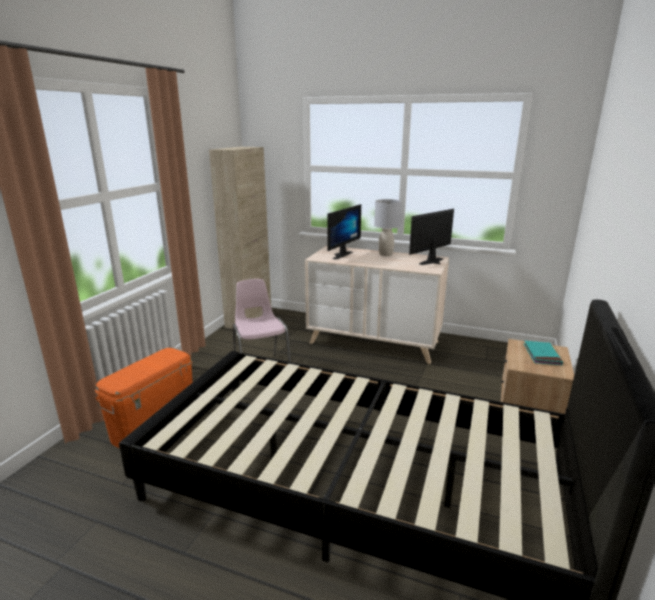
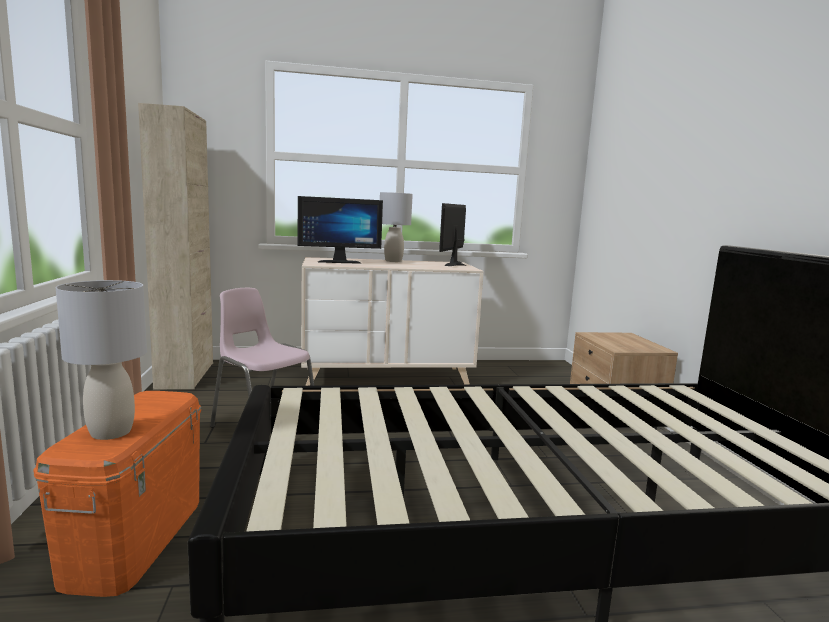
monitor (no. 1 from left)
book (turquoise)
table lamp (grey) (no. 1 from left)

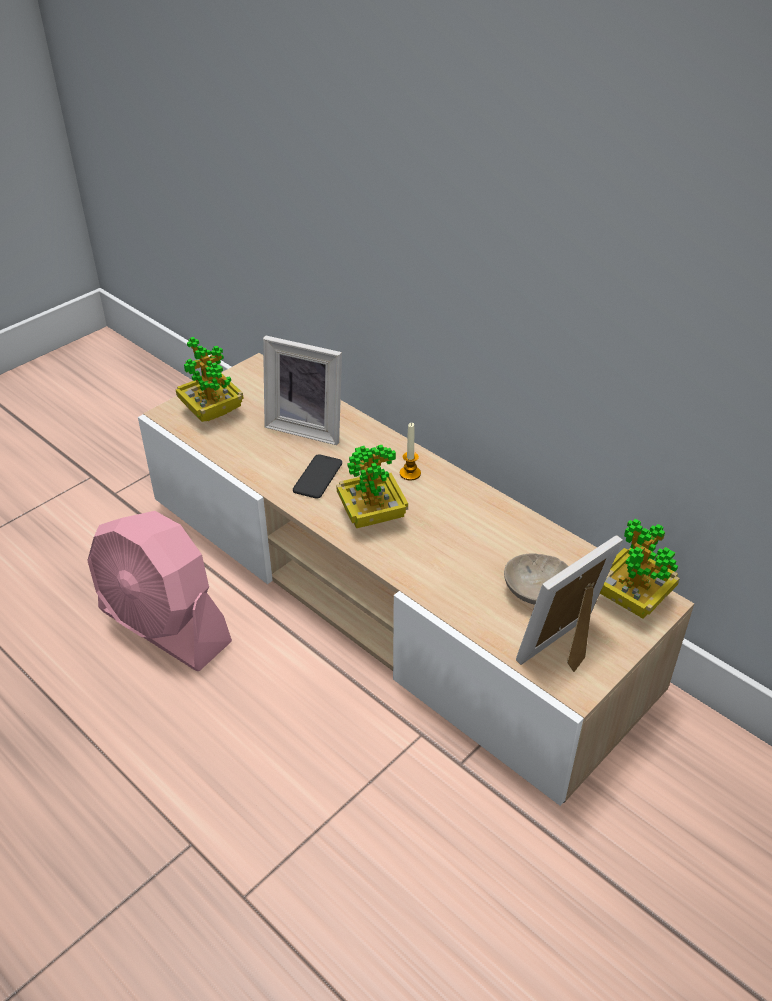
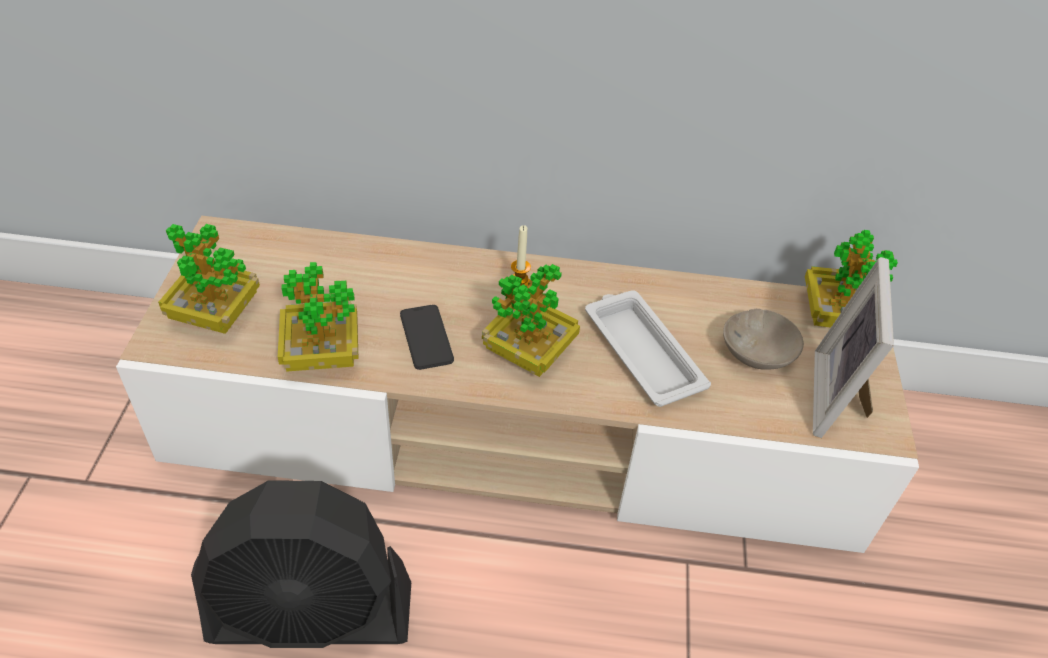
picture frame (no. 1 from left in the first image)
fan (black)
potted plant (no. 2 from left)
tray (white)

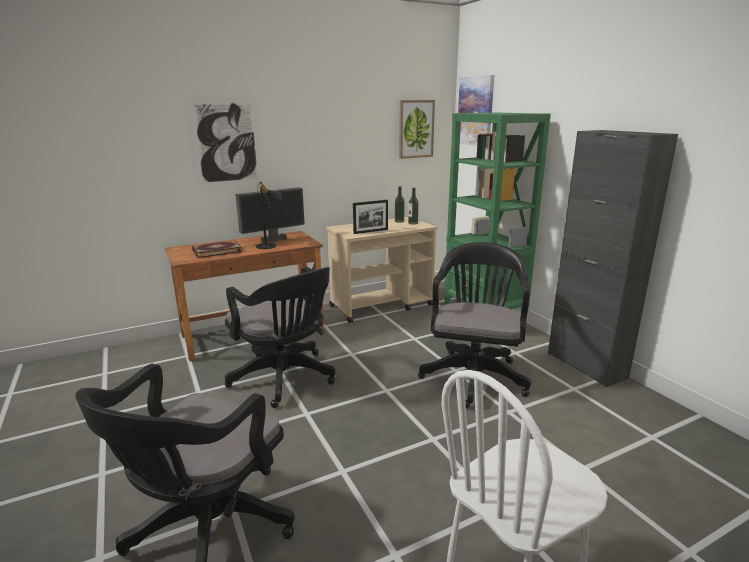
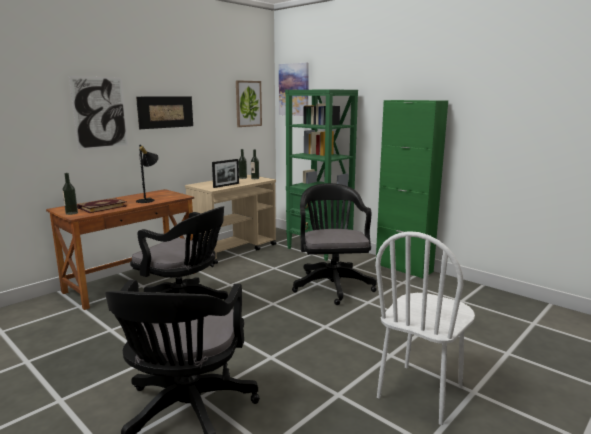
cabinet (green)
monitor
picture (no. 2 from left)
bottle (no. 1 from left)

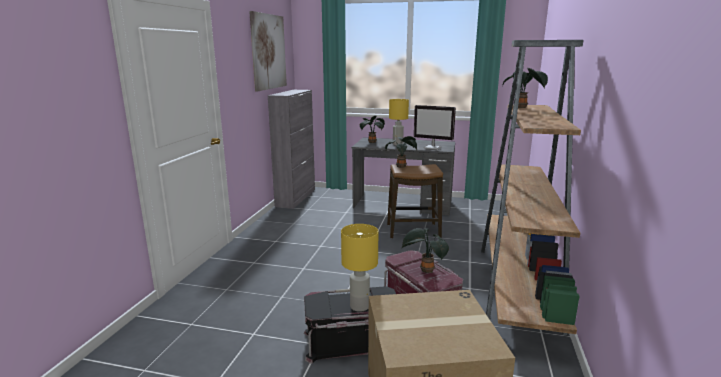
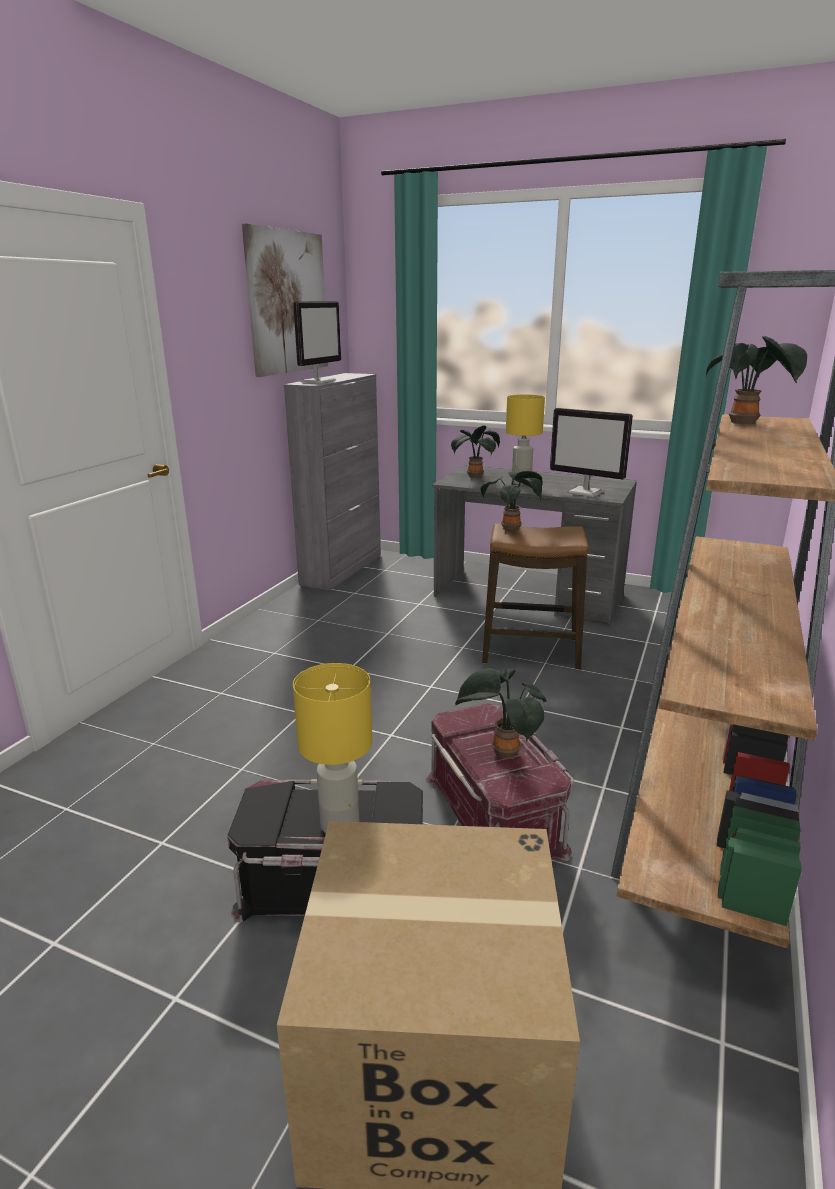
monitor (no. 1 from left)

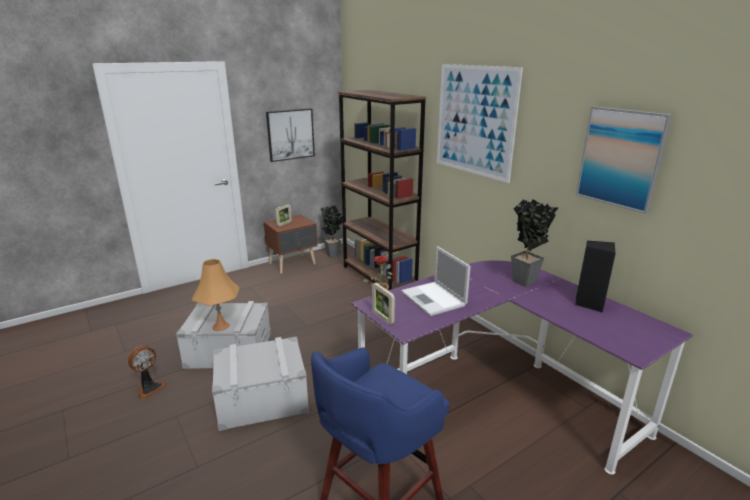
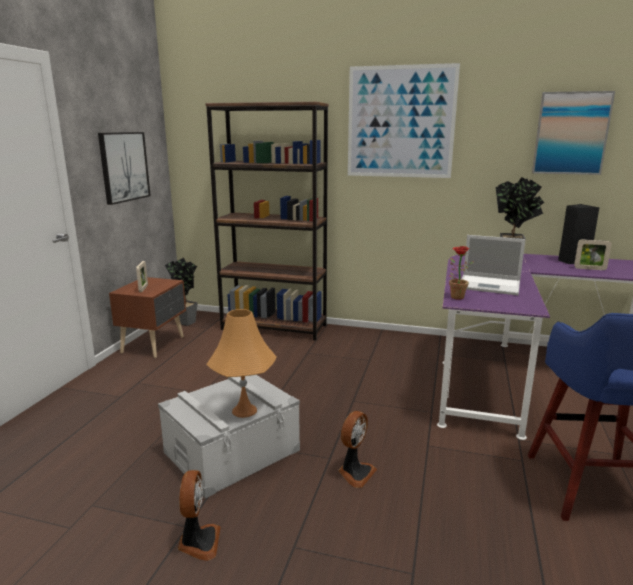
picture frame (no. 2 from left)
fan (no. 2 from left)

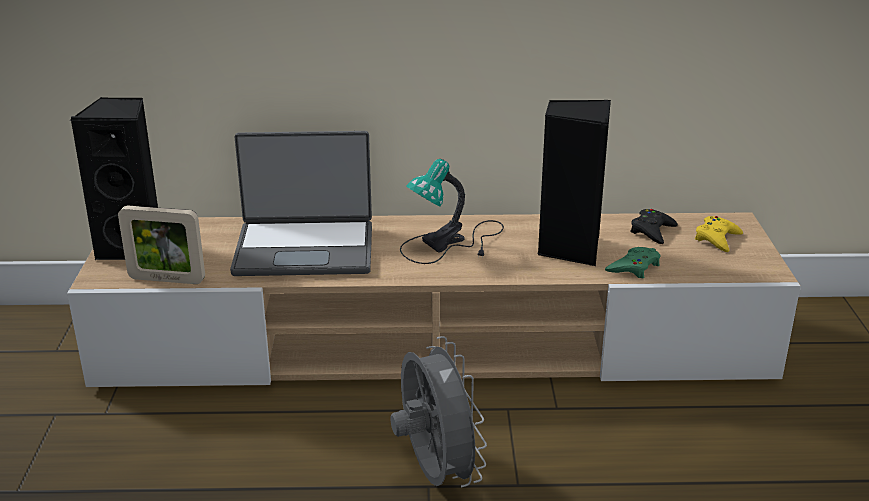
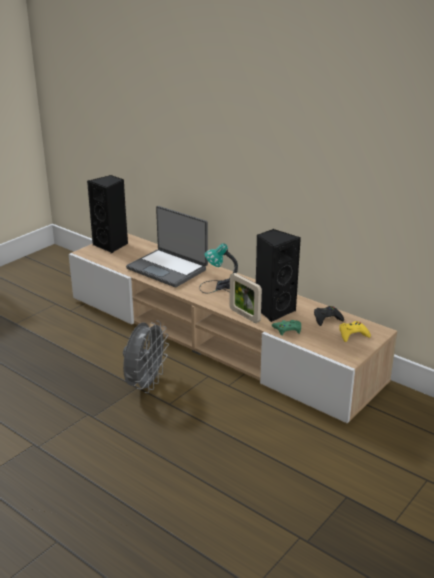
picture frame

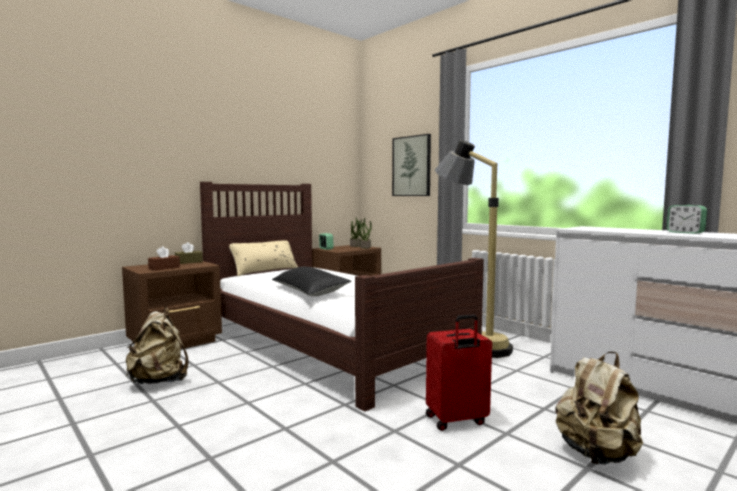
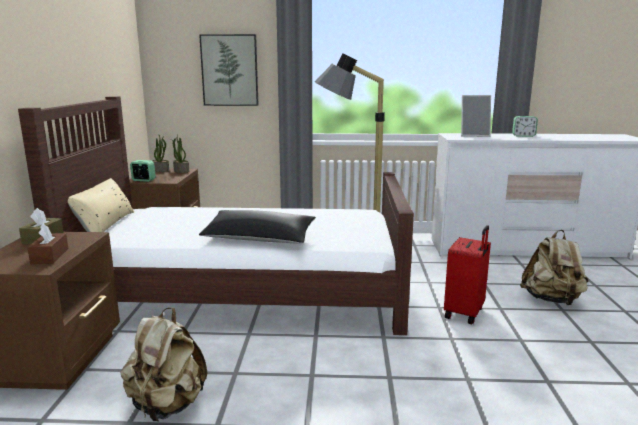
picture frame

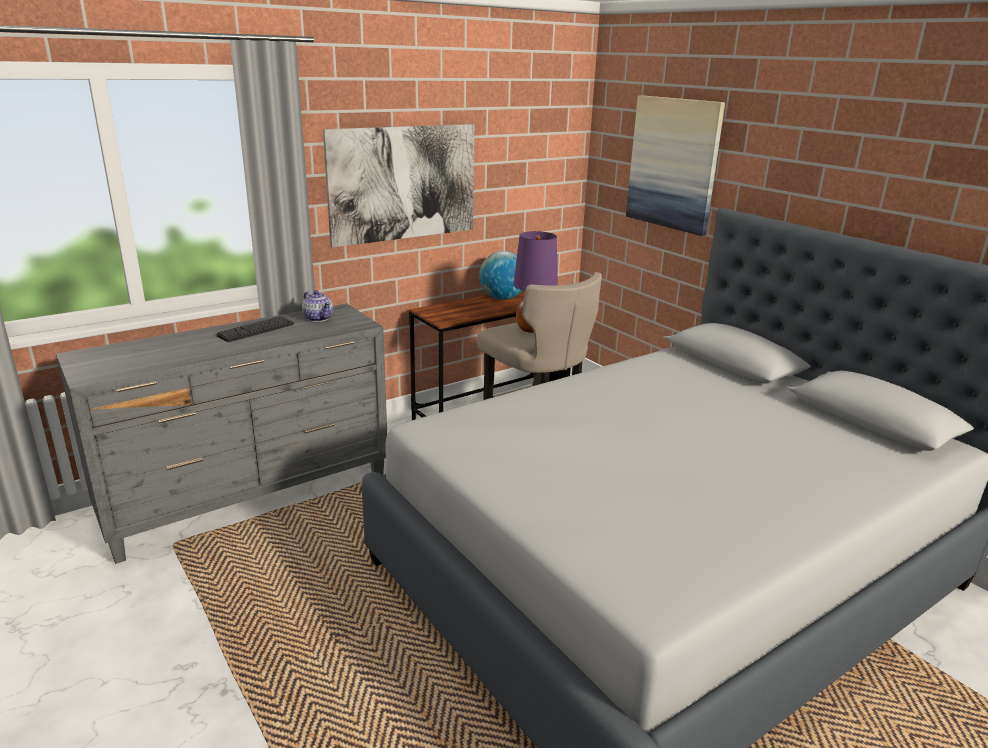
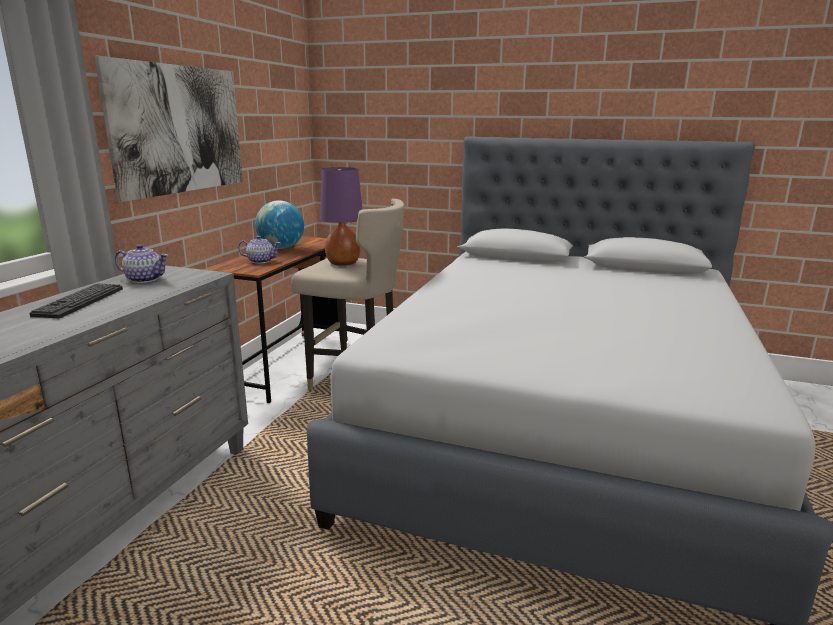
picture (no. 2 from left in the first image)
teapot (no. 2 from left)

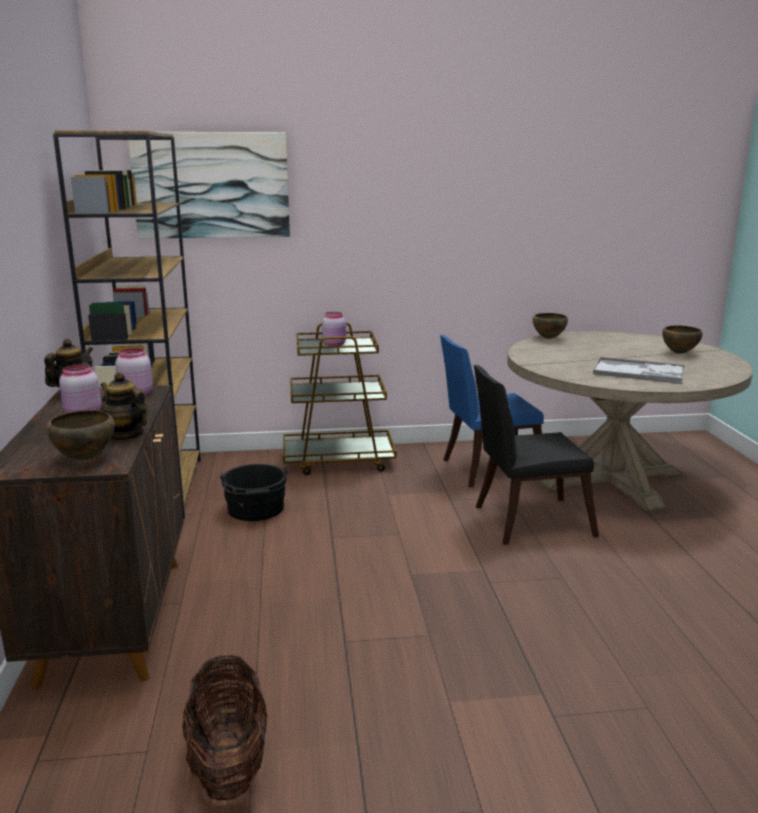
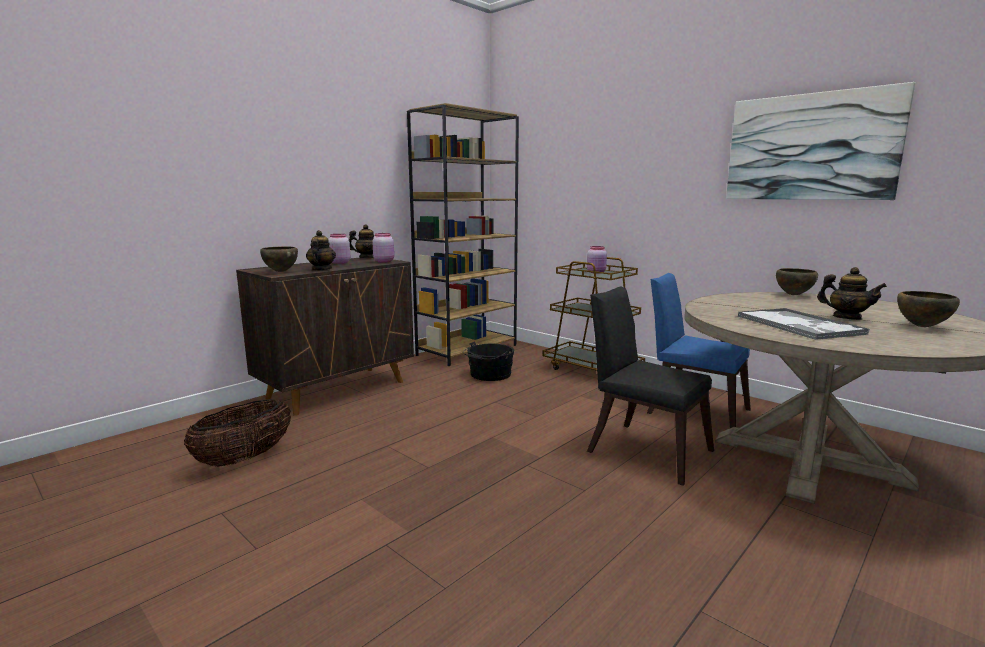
picture
teapot (no. 3 from left)

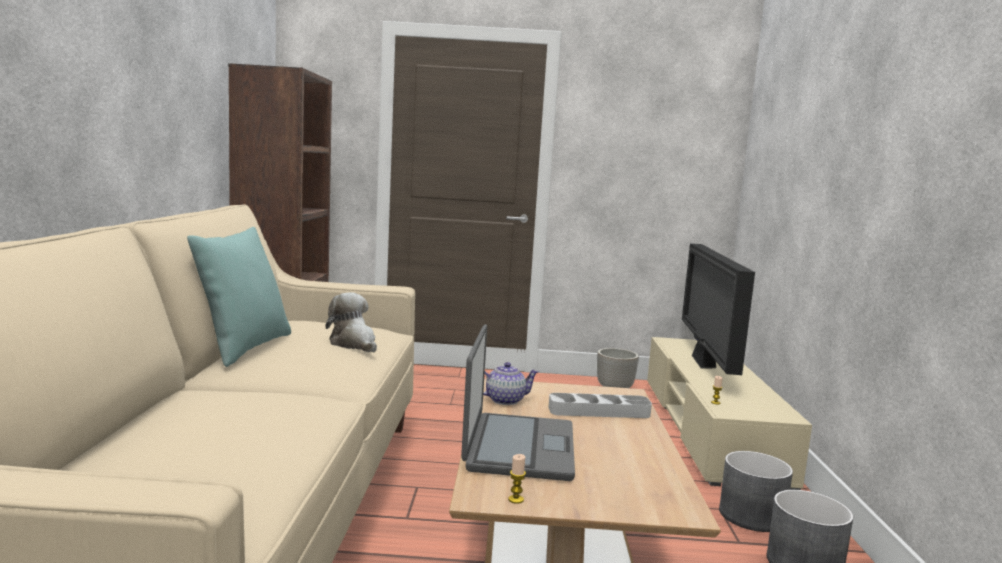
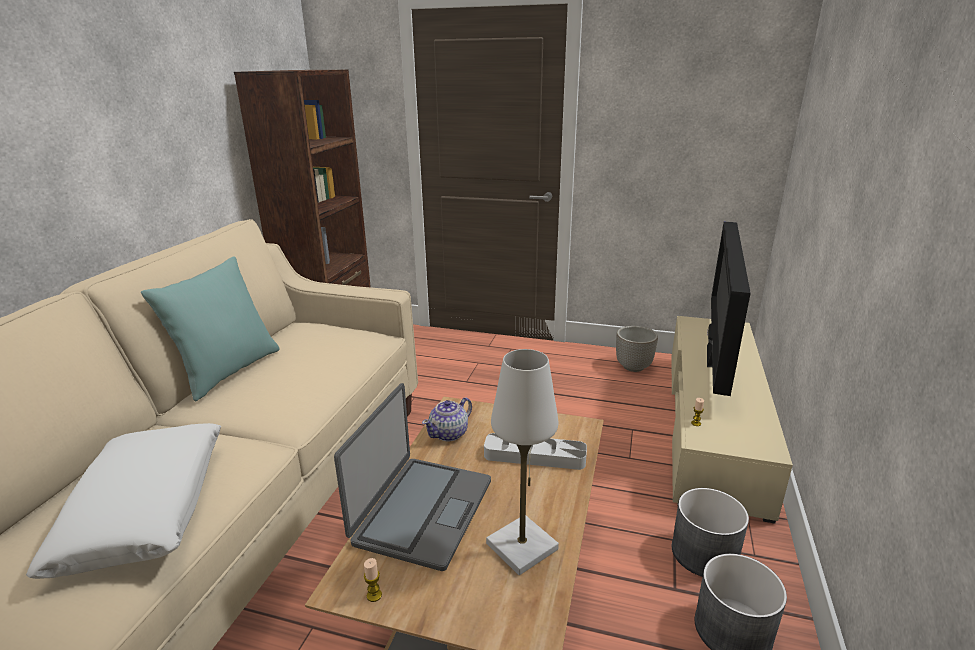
plush toy
teapot
table lamp (white)
pillow (white)

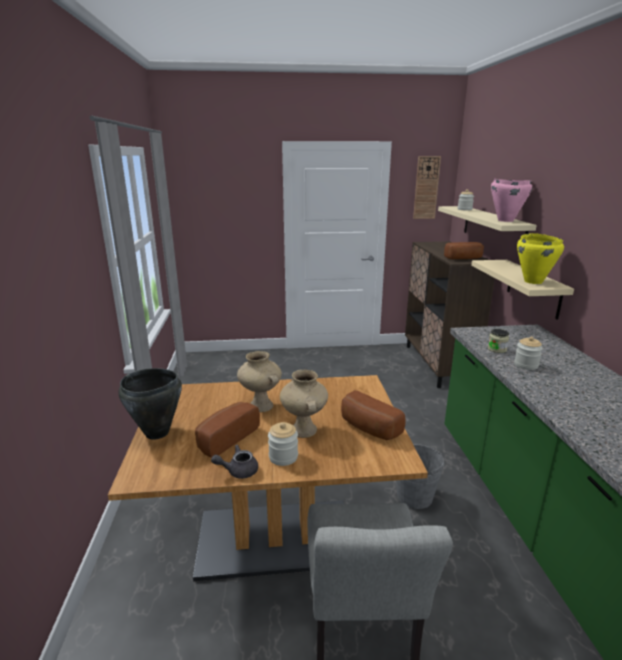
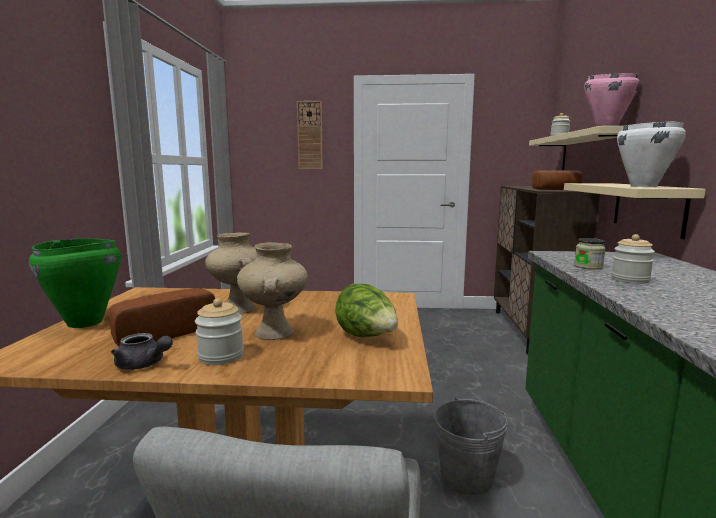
wall clock
cooking pot (white)
cooking pot (green)
lettuce
teapot (grey)

